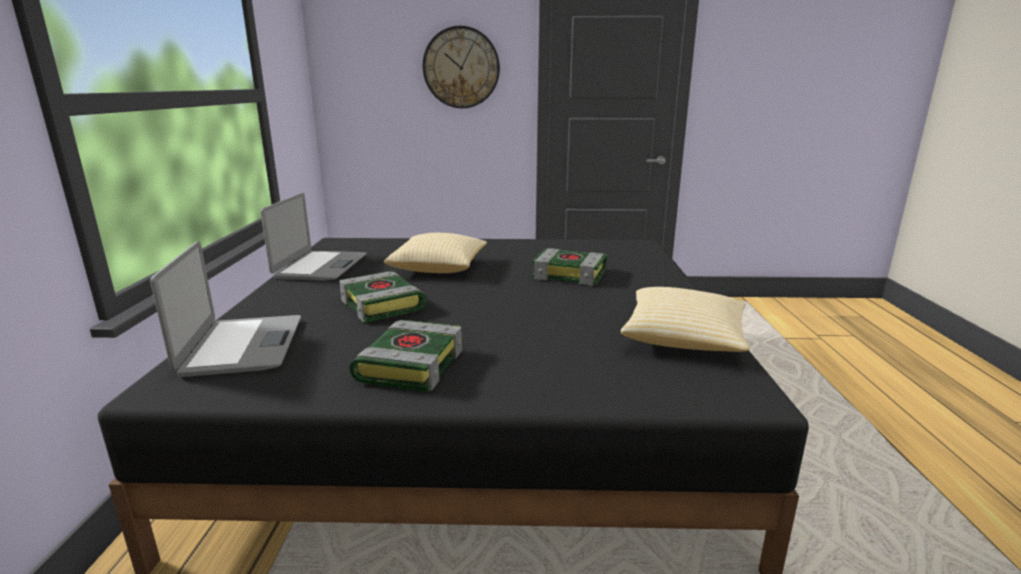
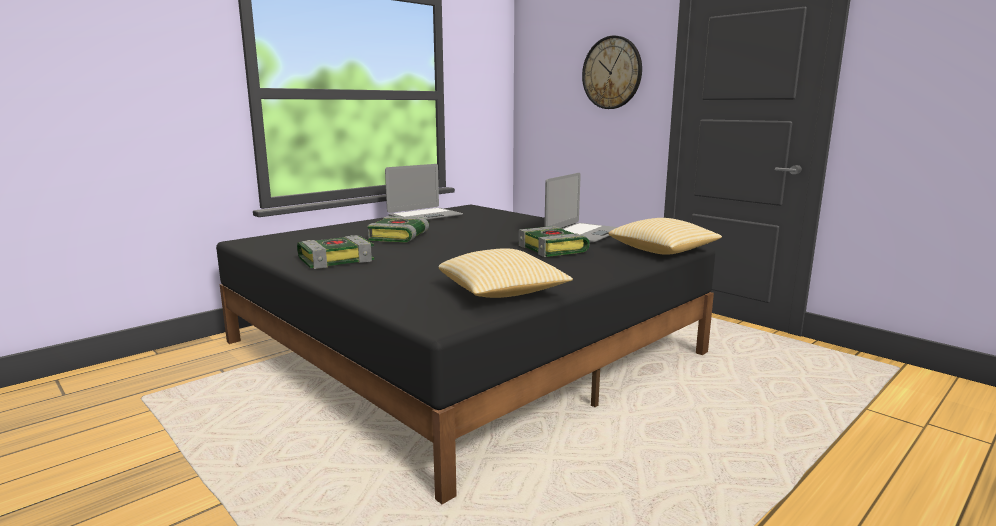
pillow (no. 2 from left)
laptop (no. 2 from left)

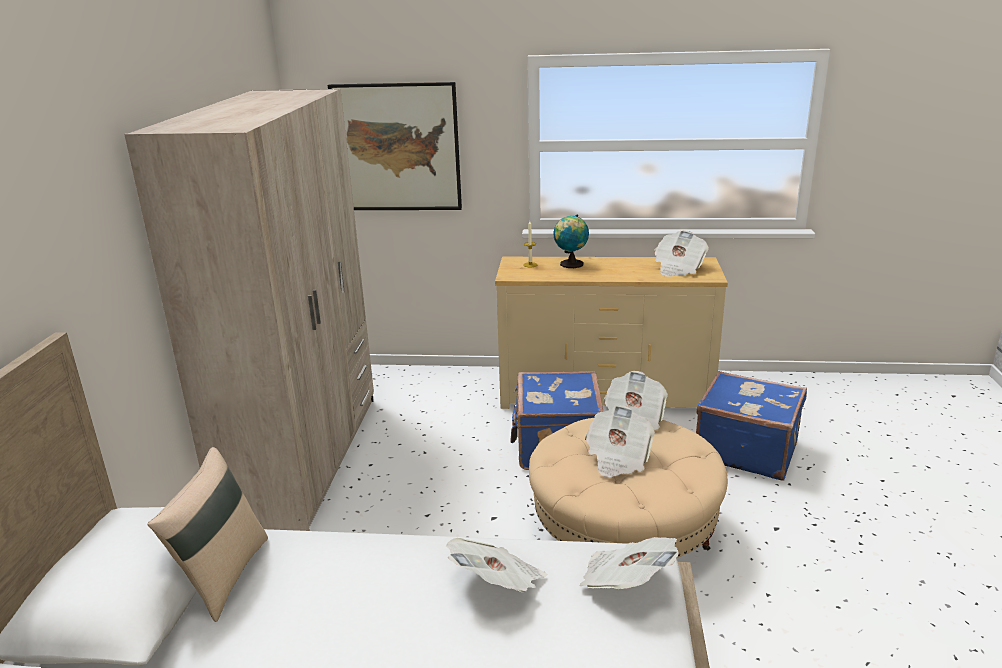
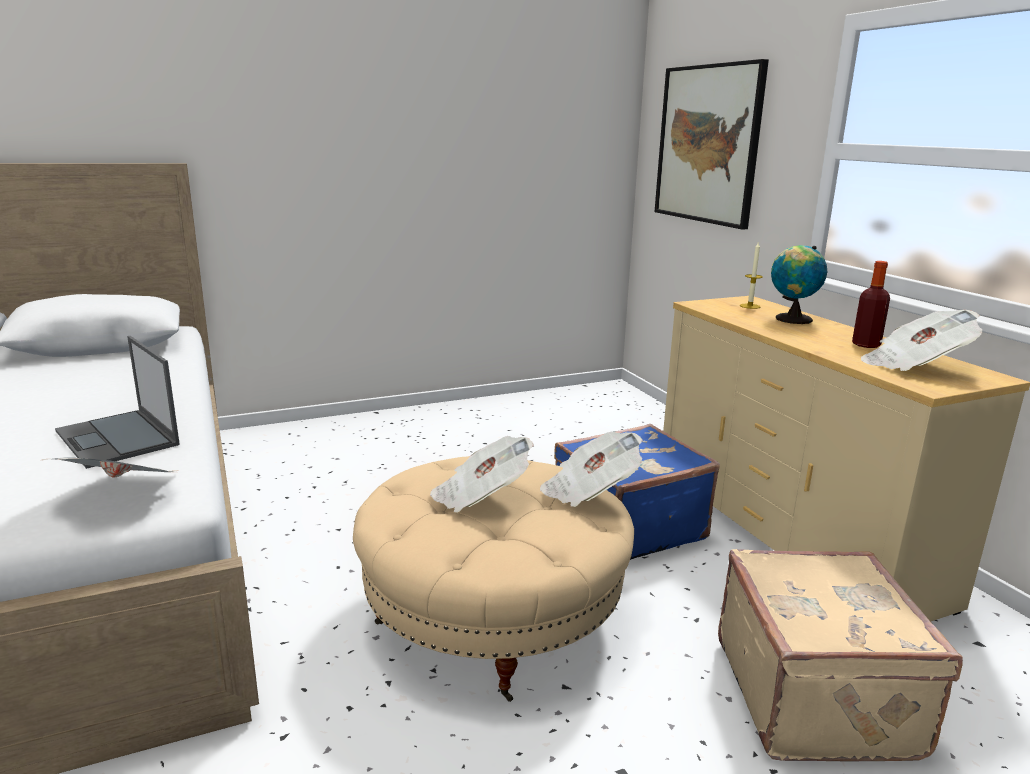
wardrobe (beige)
suitcase (beige)
pillow (beige)
laptop
bottle

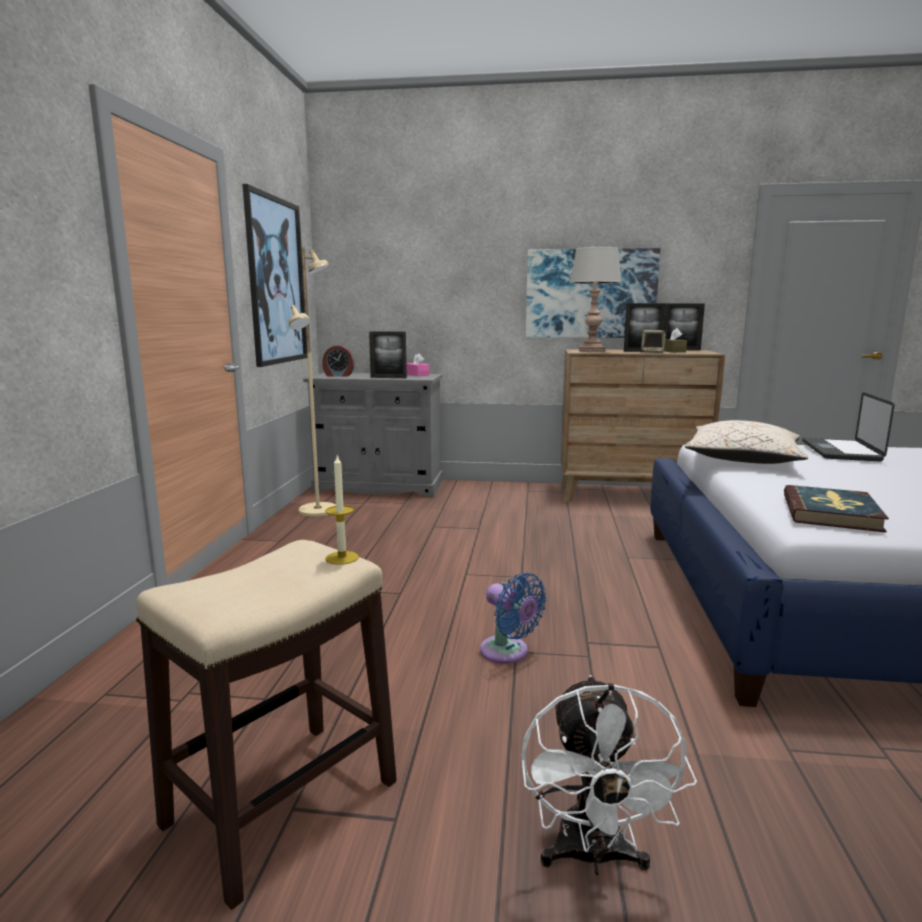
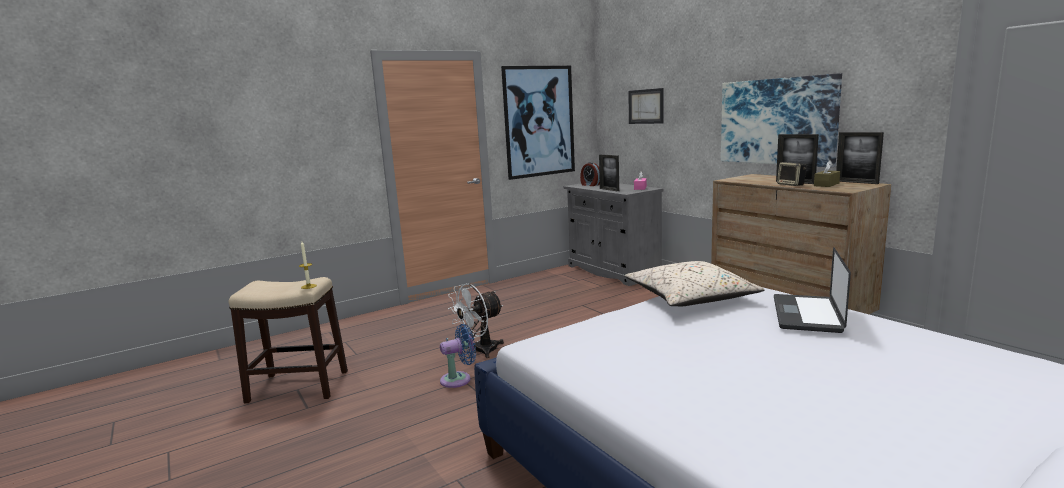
floor lamp (beige)
table lamp (grey)
laptop
book
fan (blue)
fan (white)
picture (no. 2 from left)

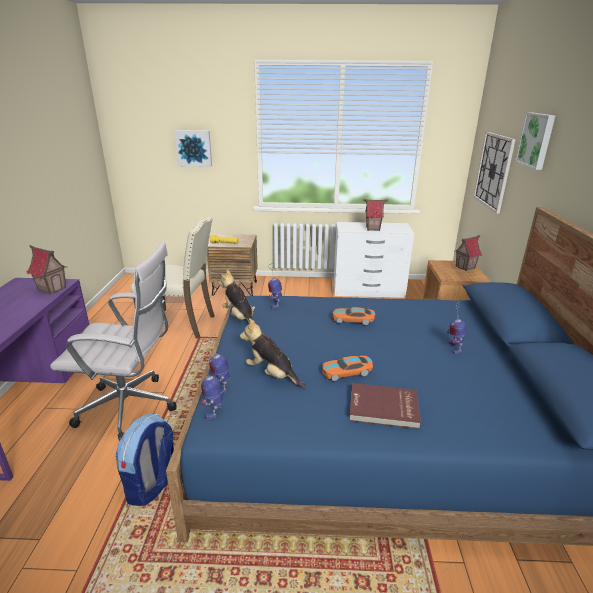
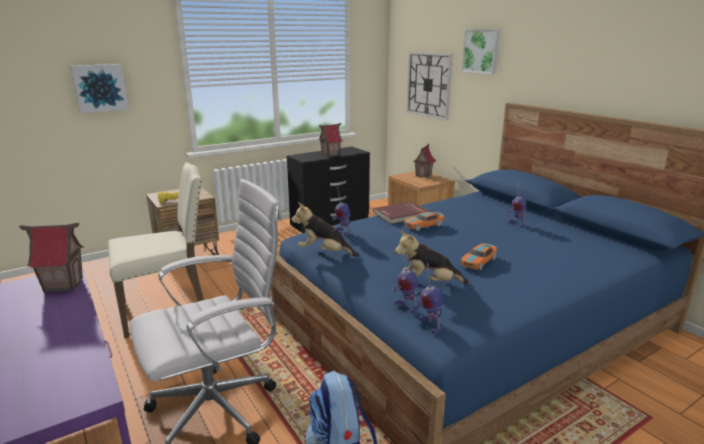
dresser (black)
book (red)

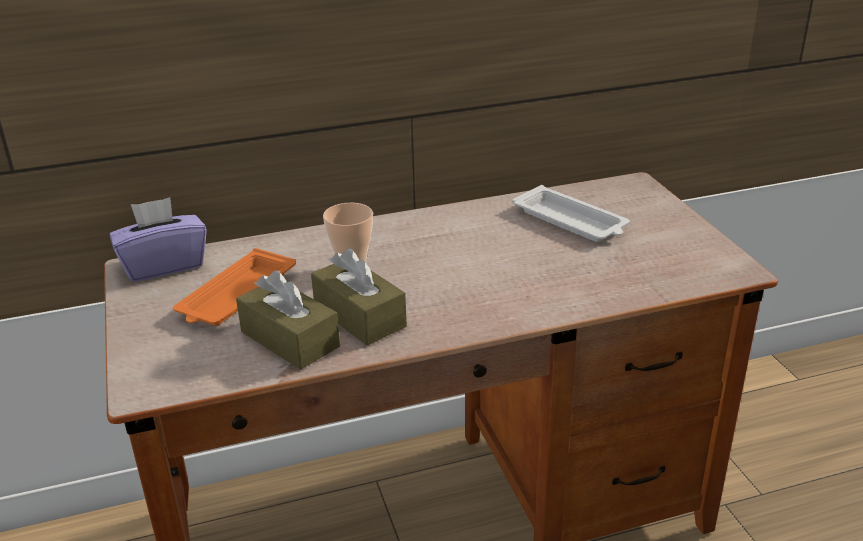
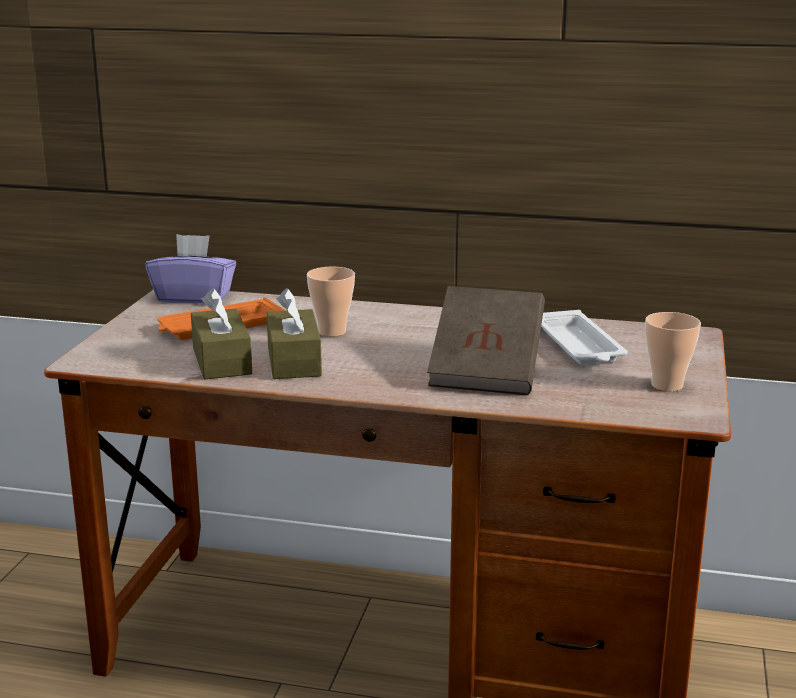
book (brown)
cup (no. 2 from left)

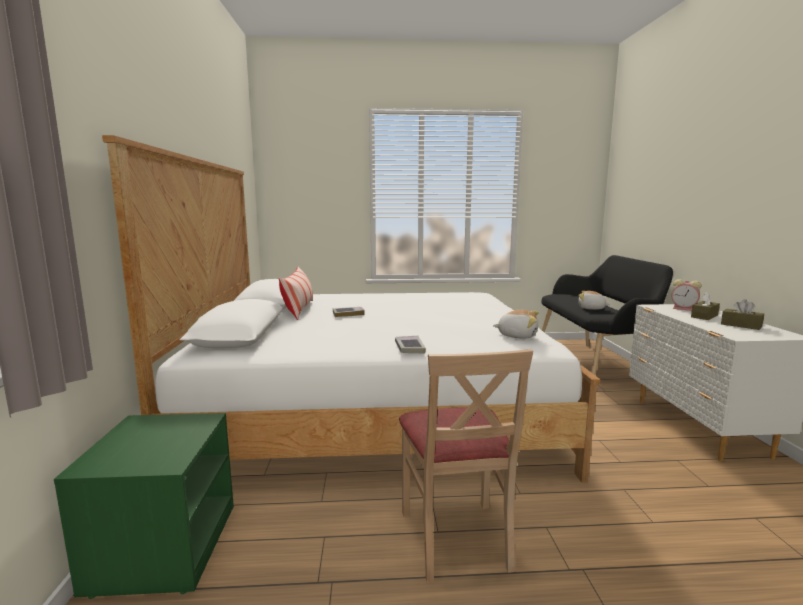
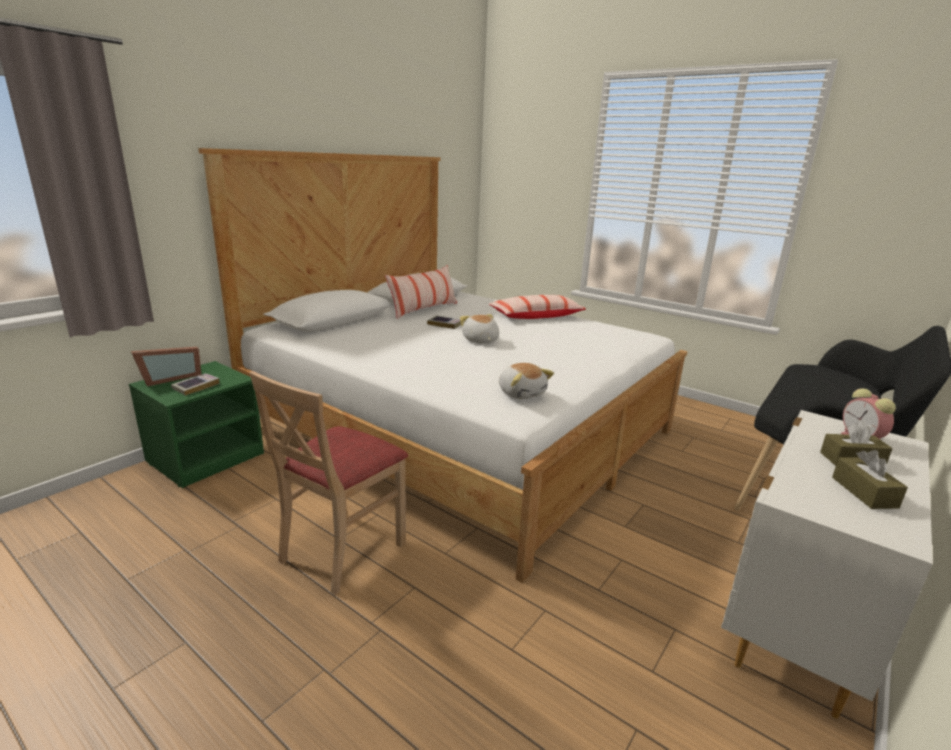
plush toy (no. 1 from left)
book (no. 1 from left)
pillow (no. 2 from left)
picture frame

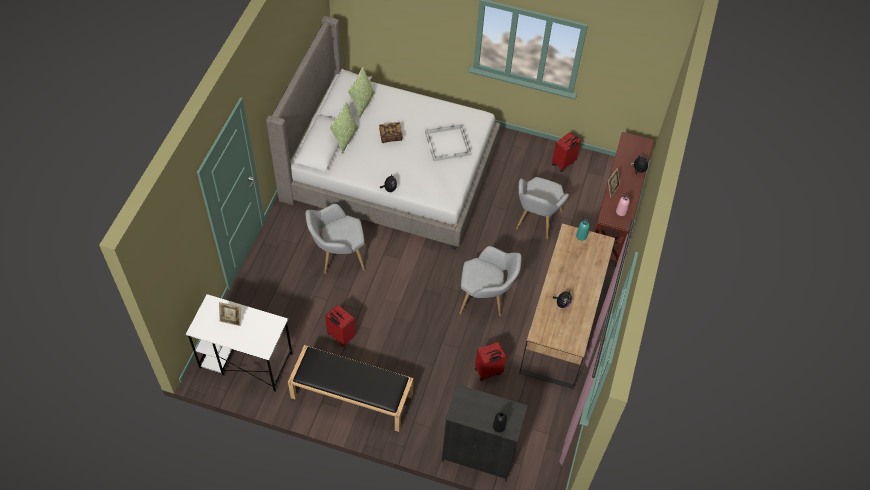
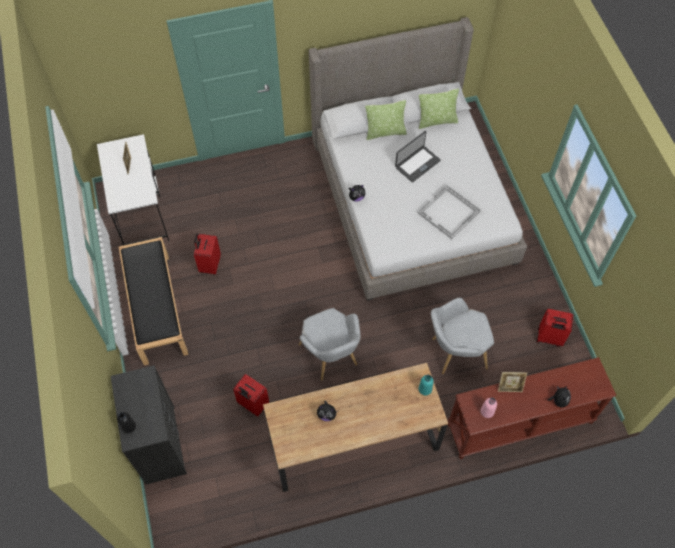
laptop
armchair (grey) (no. 1 from left in the first image)

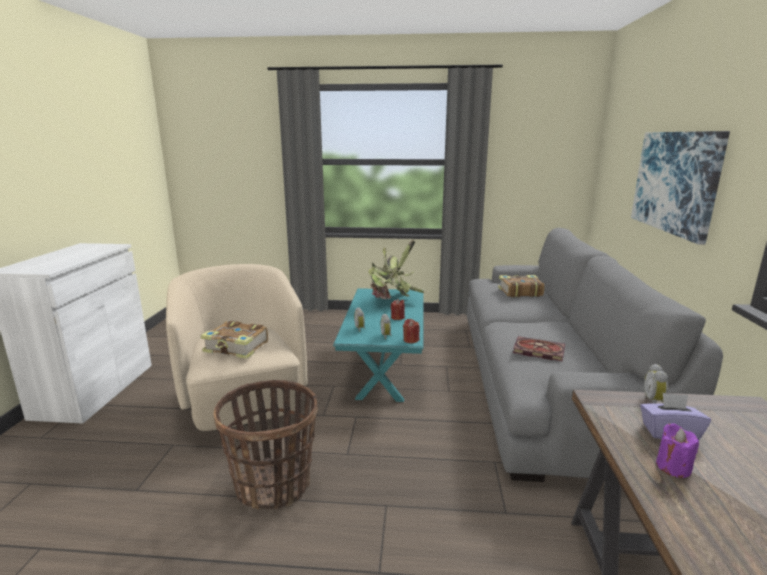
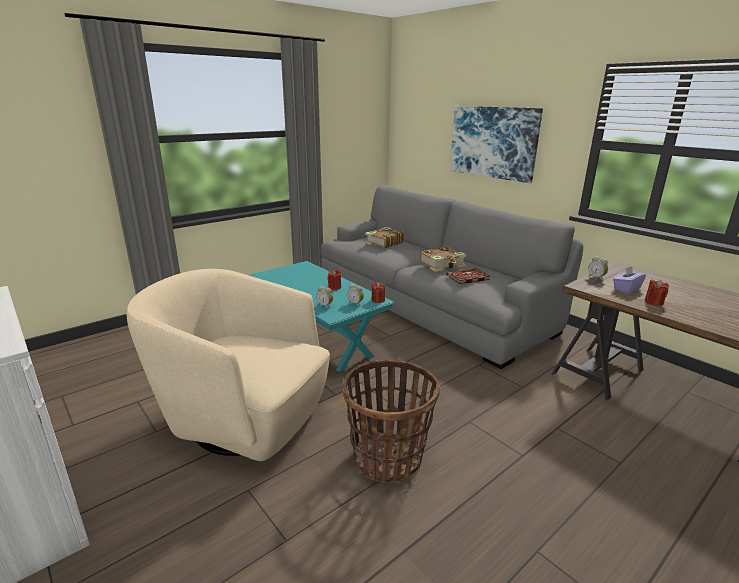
potted plant
book (no. 2 from left)
candle (red) (no. 3 from left)

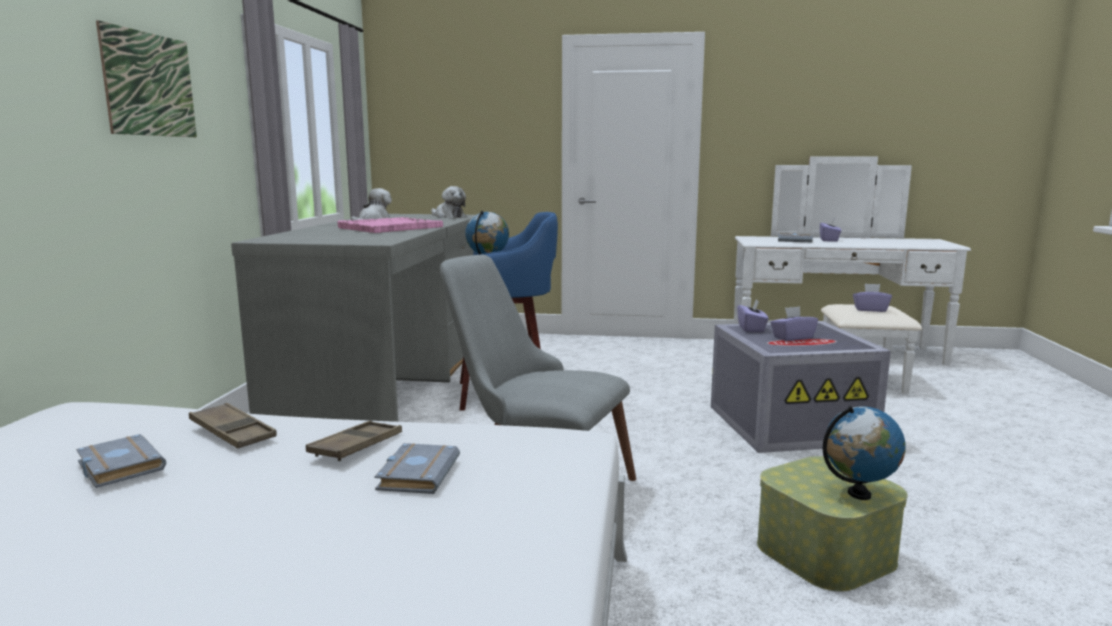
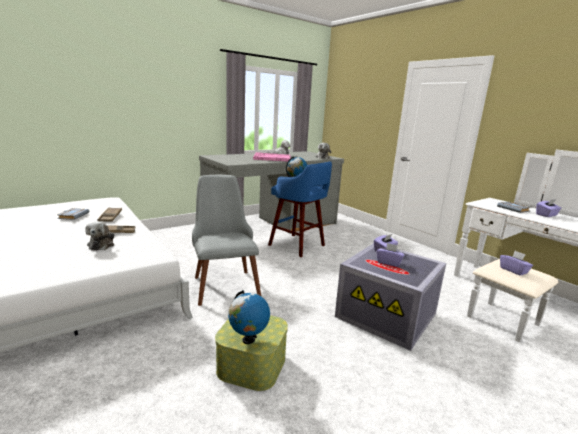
picture
plush toy (no. 1 from left)

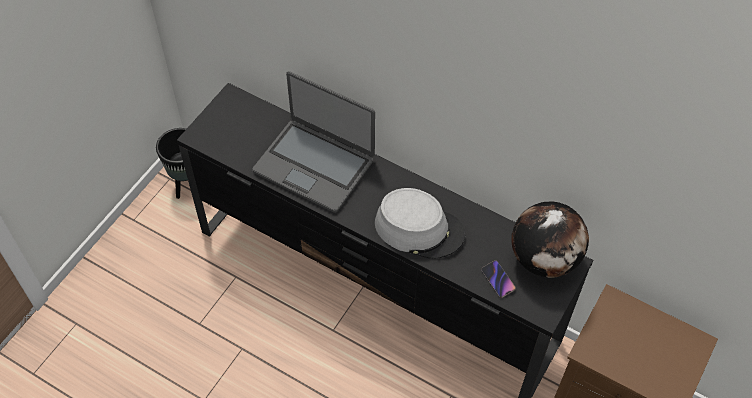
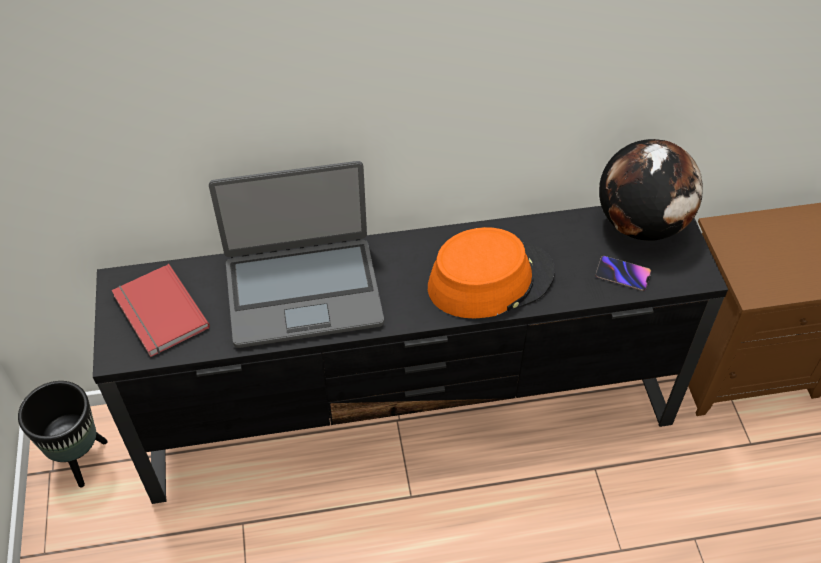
hat (orange)
book (red)

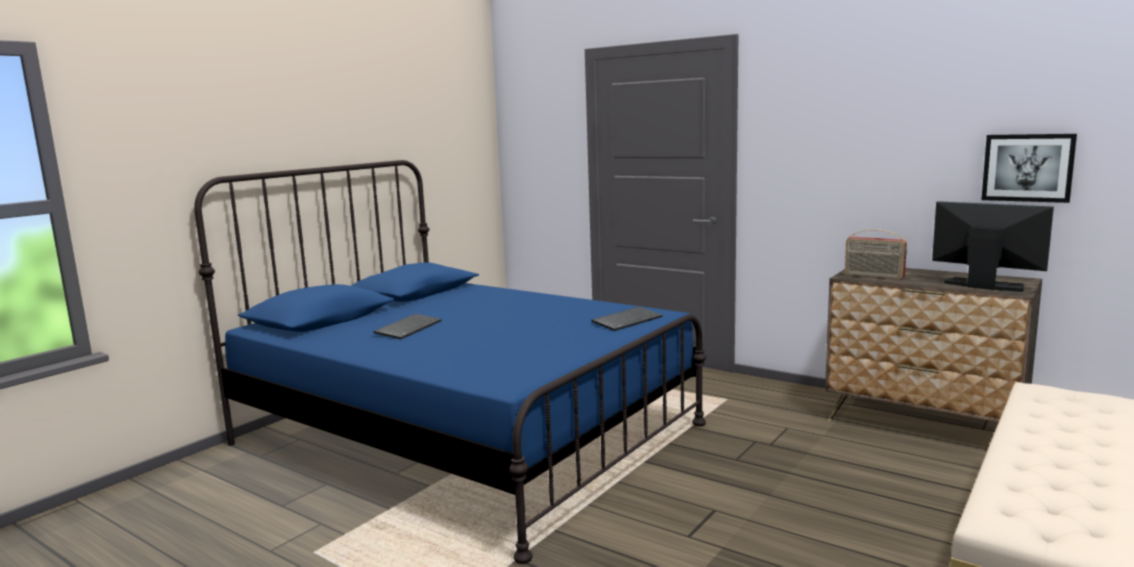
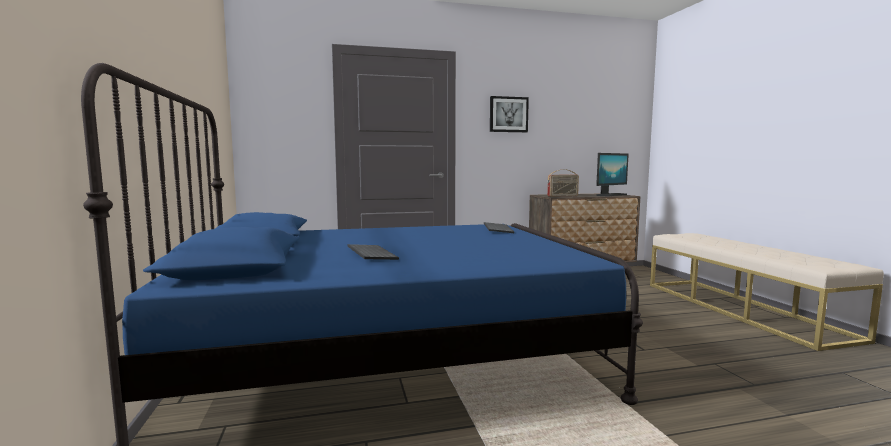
picture
monitor

